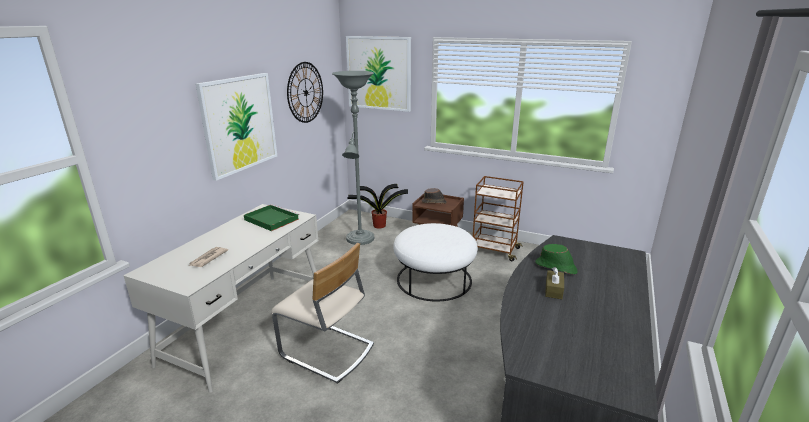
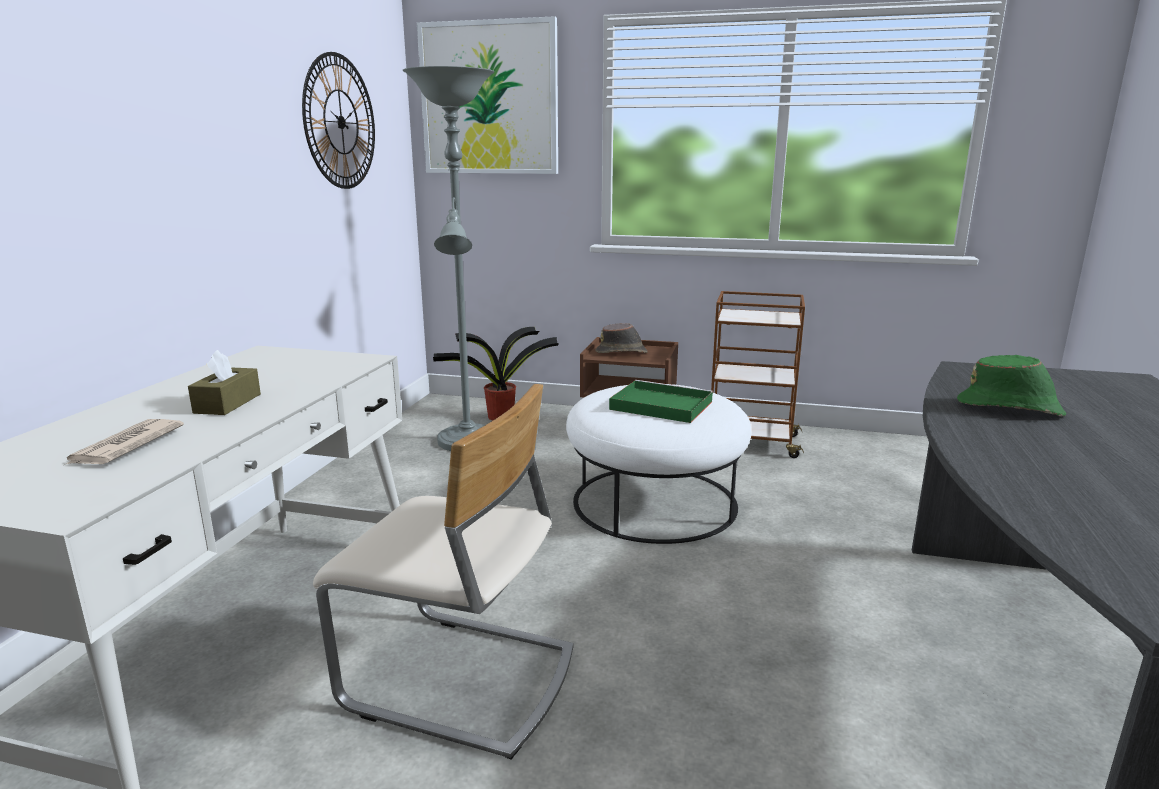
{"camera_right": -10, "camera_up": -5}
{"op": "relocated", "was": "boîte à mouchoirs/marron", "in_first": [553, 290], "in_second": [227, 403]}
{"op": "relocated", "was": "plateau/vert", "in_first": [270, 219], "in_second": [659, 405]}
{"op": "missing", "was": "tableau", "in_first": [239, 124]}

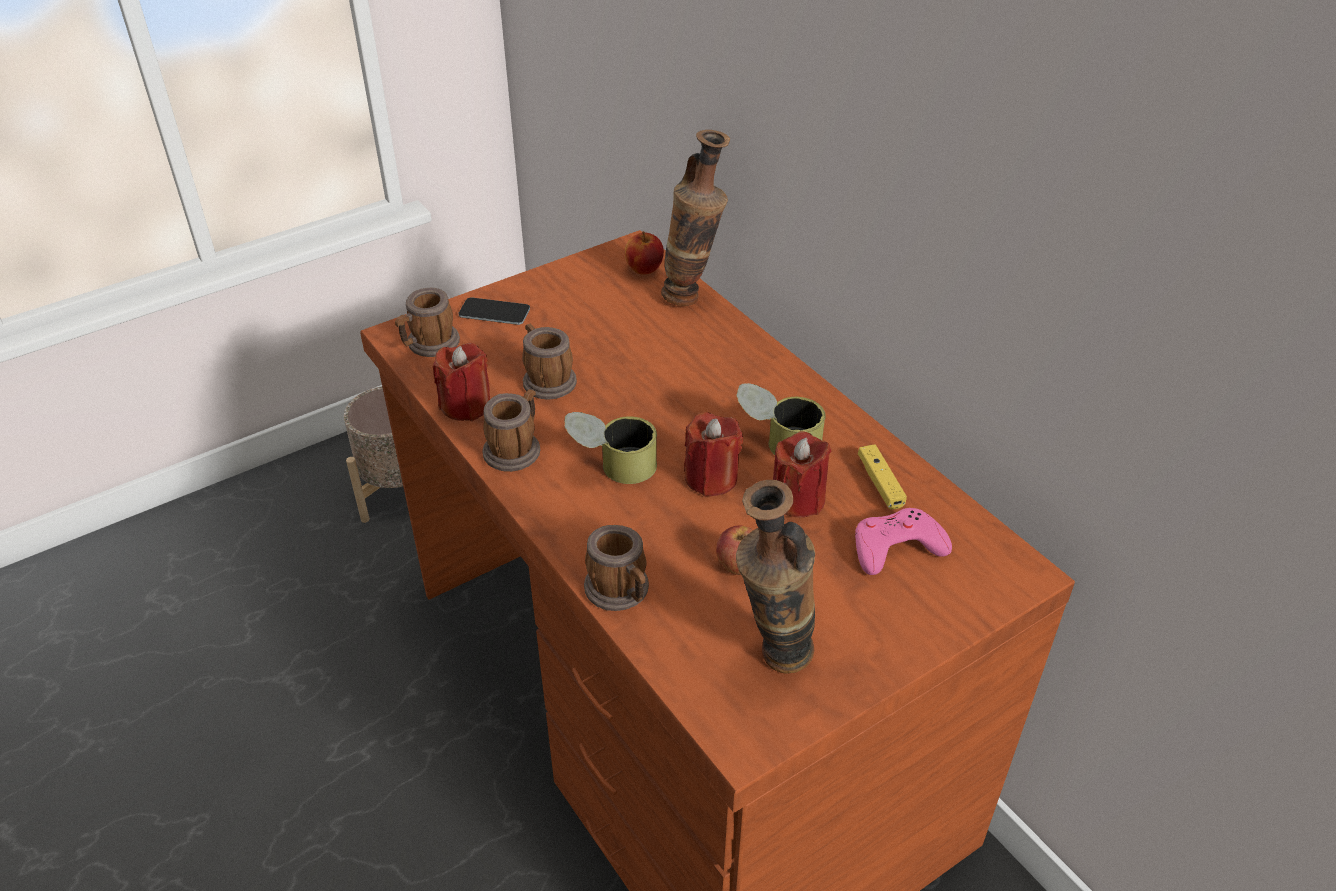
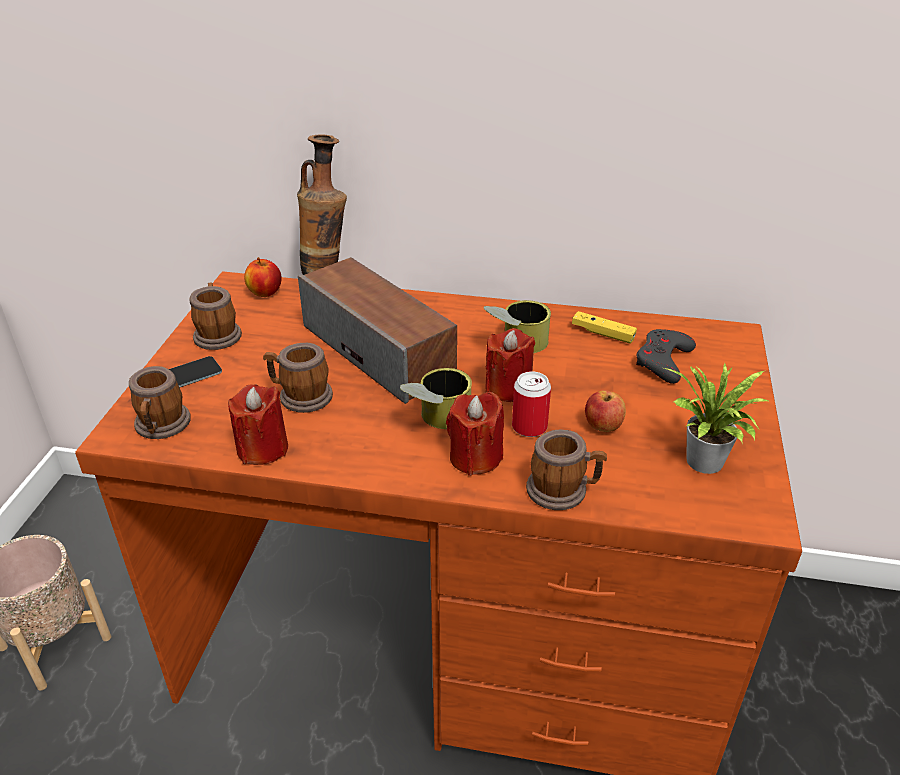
{"camera_right": -45, "camera_up": -5}
{"op": "relocated", "was": "mug", "in_first": [515, 448], "in_second": [217, 334]}
{"op": "appeared", "now": "enceinte", "in_second": [378, 350]}
{"op": "relocated", "was": "bougie/rouge", "in_first": [797, 499], "in_second": [475, 457]}
{"op": "appeared", "now": "boîte métallique", "in_second": [529, 427]}
{"op": "colour", "was": "manette/rose", "now": "manette/gris", "in_first": [896, 547], "in_second": [663, 361]}
{"op": "exchanged", "was": "vase", "now": "plante en pot", "in_first": [771, 661], "in_second": [704, 465]}

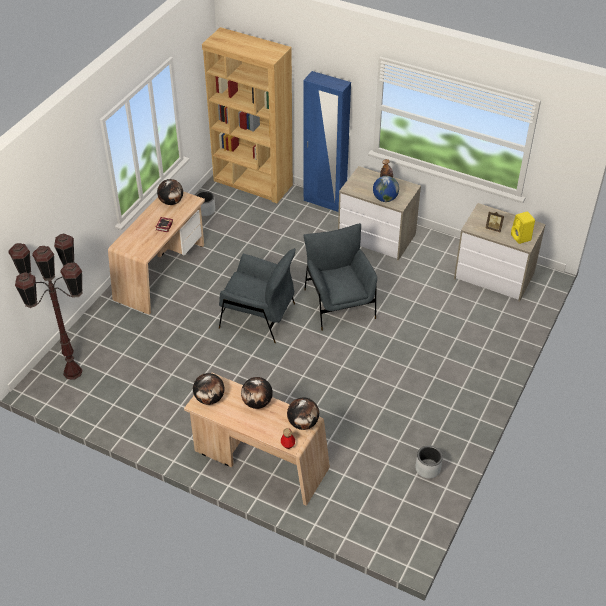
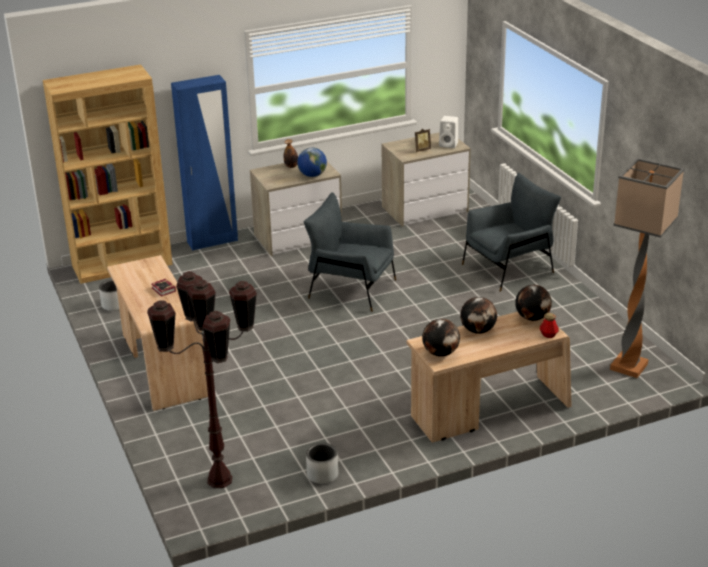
{"camera_right": -50, "camera_up": -15}
{"op": "relocated", "was": "cache-pot/gris", "in_first": [427, 468], "in_second": [322, 474]}
{"op": "colour", "was": "enceinte/jaune", "now": "enceinte/blanc", "in_first": [521, 238], "in_second": [449, 144]}
{"op": "relocated", "was": "fauteuil/gris", "in_first": [258, 316], "in_second": [508, 268]}
{"op": "appeared", "now": "lampadaire", "in_second": [627, 367]}
{"op": "missing", "was": "globe", "in_first": [171, 202]}

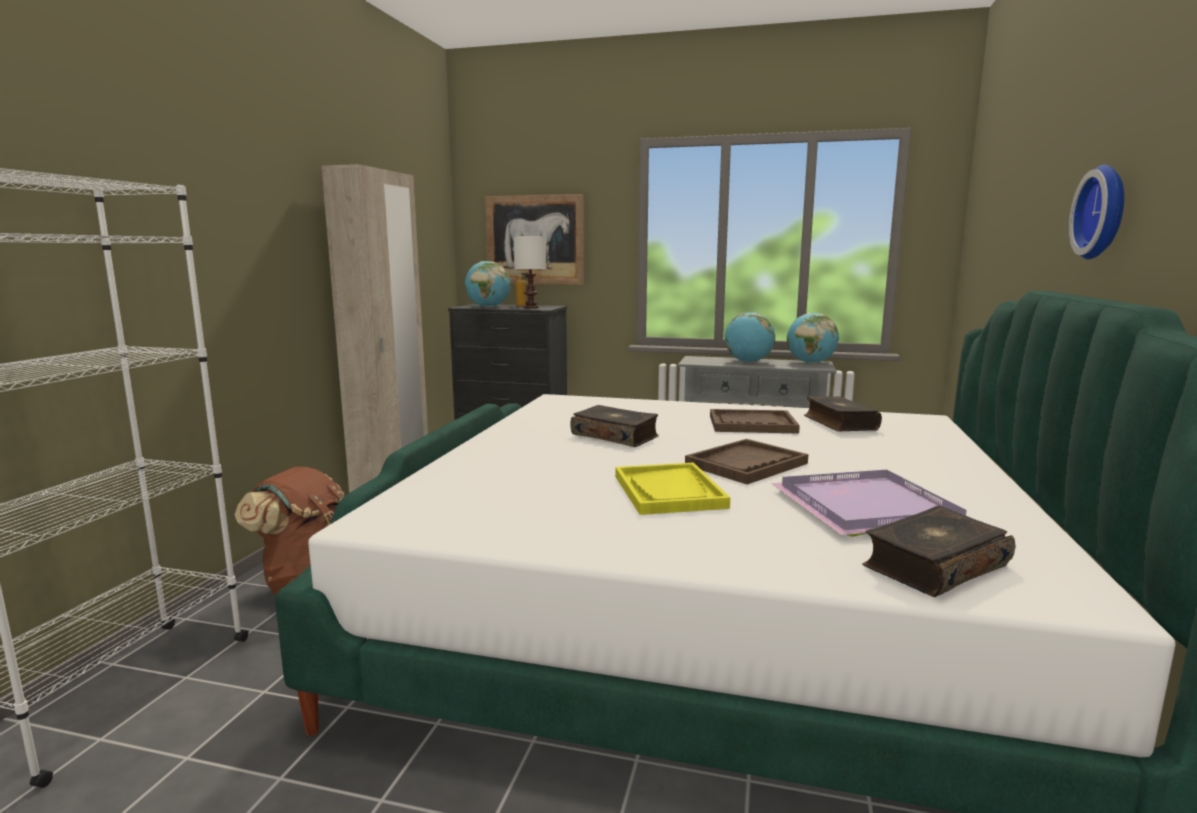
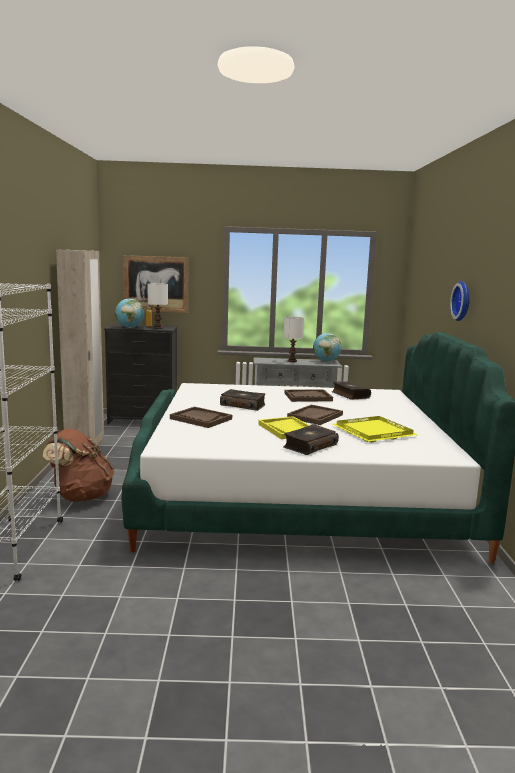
{"camera_right": -15, "camera_up": 0}
{"op": "appeared", "now": "plateau/marron", "in_second": [200, 419]}
{"op": "exchanged", "was": "globe", "now": "lampe de table/blanc", "in_first": [748, 362], "in_second": [292, 361]}
{"op": "relocated", "was": "livre", "in_first": [933, 566], "in_second": [309, 446]}
{"op": "colour", "was": "plateau/violet", "now": "plateau/jaune", "in_first": [867, 506], "in_second": [374, 431]}

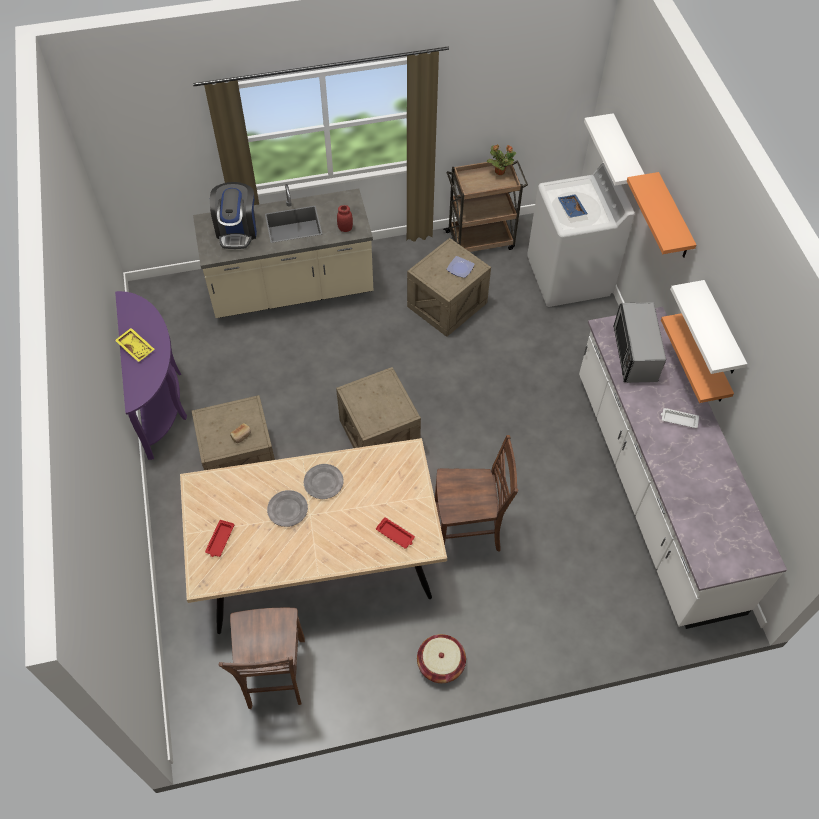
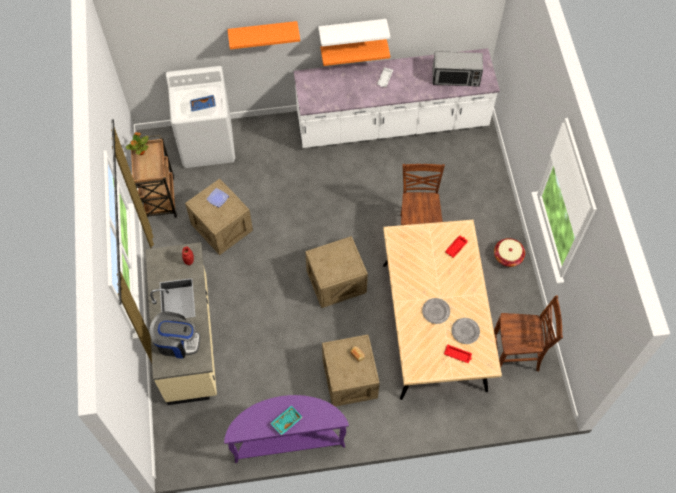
{"camera_right": -85, "camera_up": 5}
{"op": "colour", "was": "plateau/jaune", "now": "plateau/turquoise", "in_first": [136, 347], "in_second": [286, 421]}
{"op": "relocated", "was": "micro-ondes", "in_first": [634, 354], "in_second": [456, 77]}
{"op": "relocated", "was": "assiette/gris", "in_first": [323, 483], "in_second": [465, 331]}
{"op": "missing", "was": "étagère/blanc", "in_first": [626, 155]}

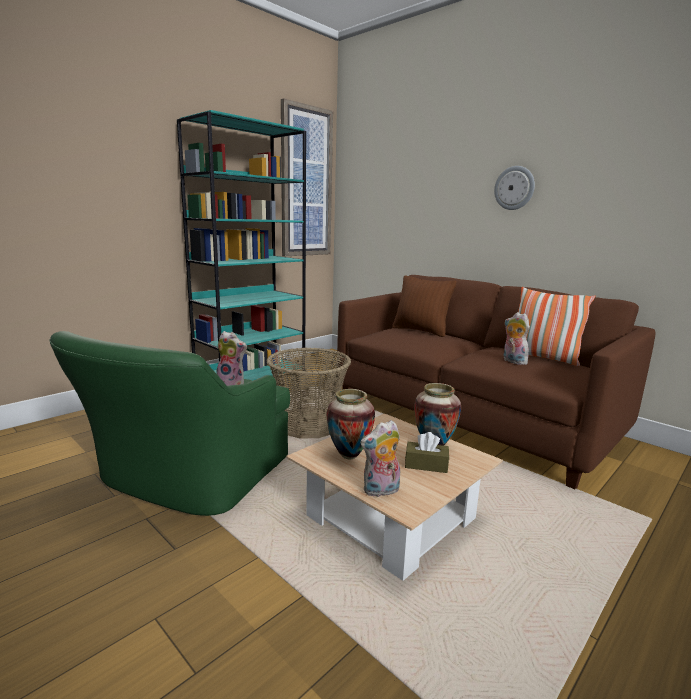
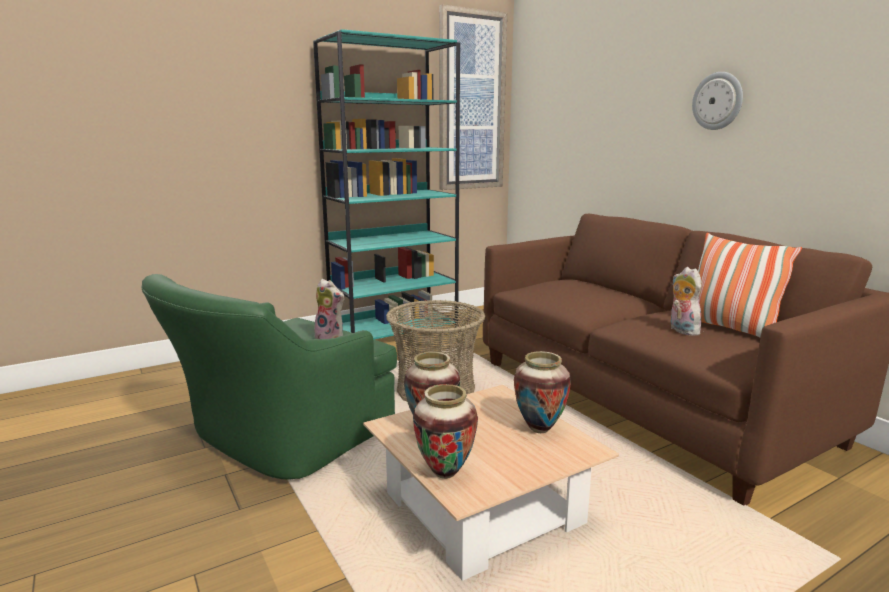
{"camera_right": 15, "camera_up": 0}
{"op": "exchanged", "was": "peluche", "now": "vase", "in_first": [381, 491], "in_second": [445, 473]}
{"op": "missing", "was": "coussin/marron", "in_first": [421, 331]}
{"op": "missing", "was": "boîte à mouchoirs/marron", "in_first": [426, 465]}

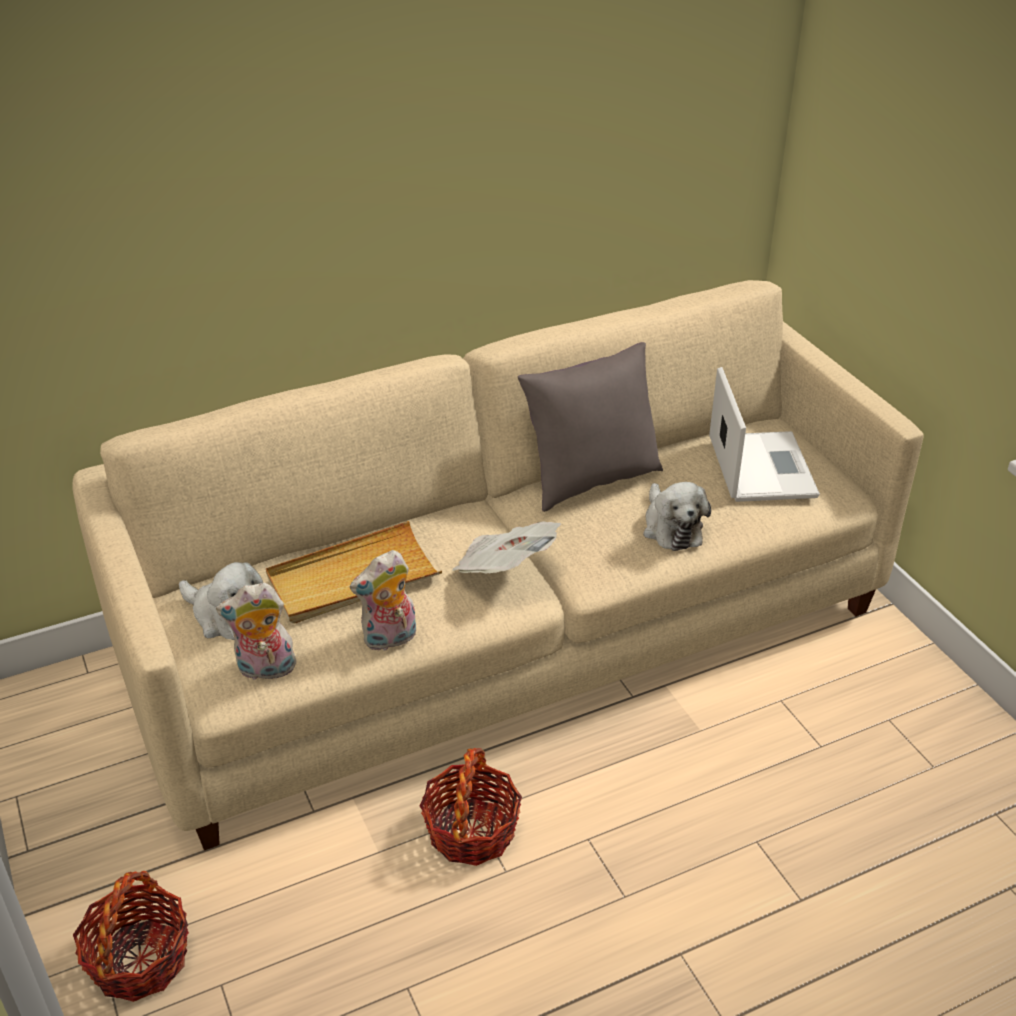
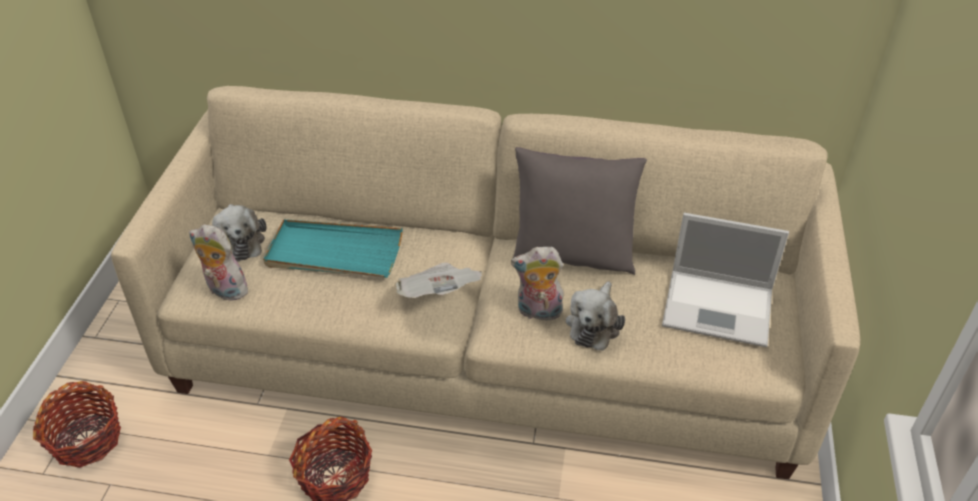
{"camera_right": 35, "camera_up": 5}
{"op": "colour", "was": "plateau/beige", "now": "plateau/turquoise", "in_first": [353, 578], "in_second": [334, 253]}
{"op": "relocated", "was": "peluche", "in_first": [389, 639], "in_second": [538, 312]}
{"op": "spun", "was": "ordinateur portable", "in_first": [760, 466], "in_second": [720, 308], "clockwise": 75}

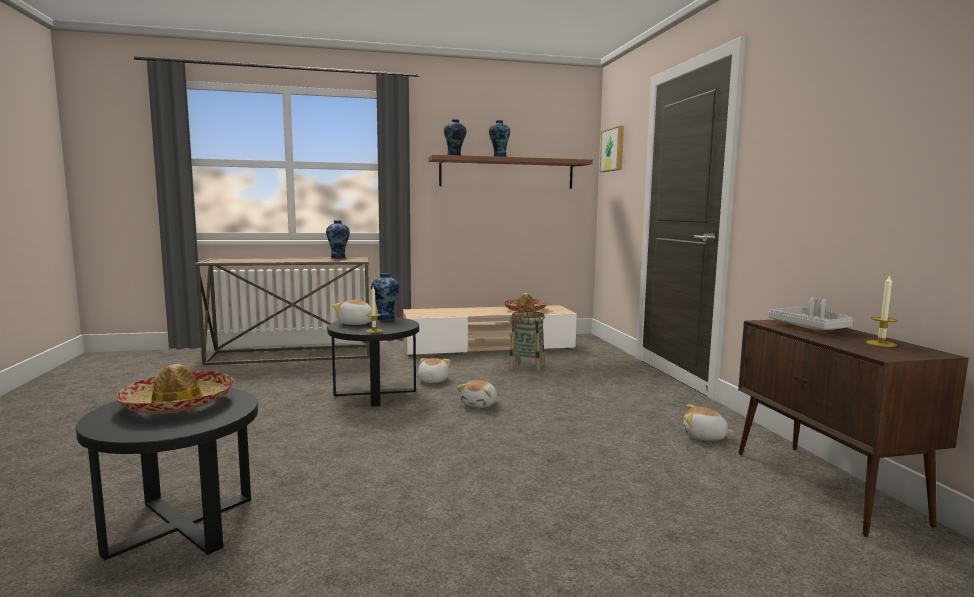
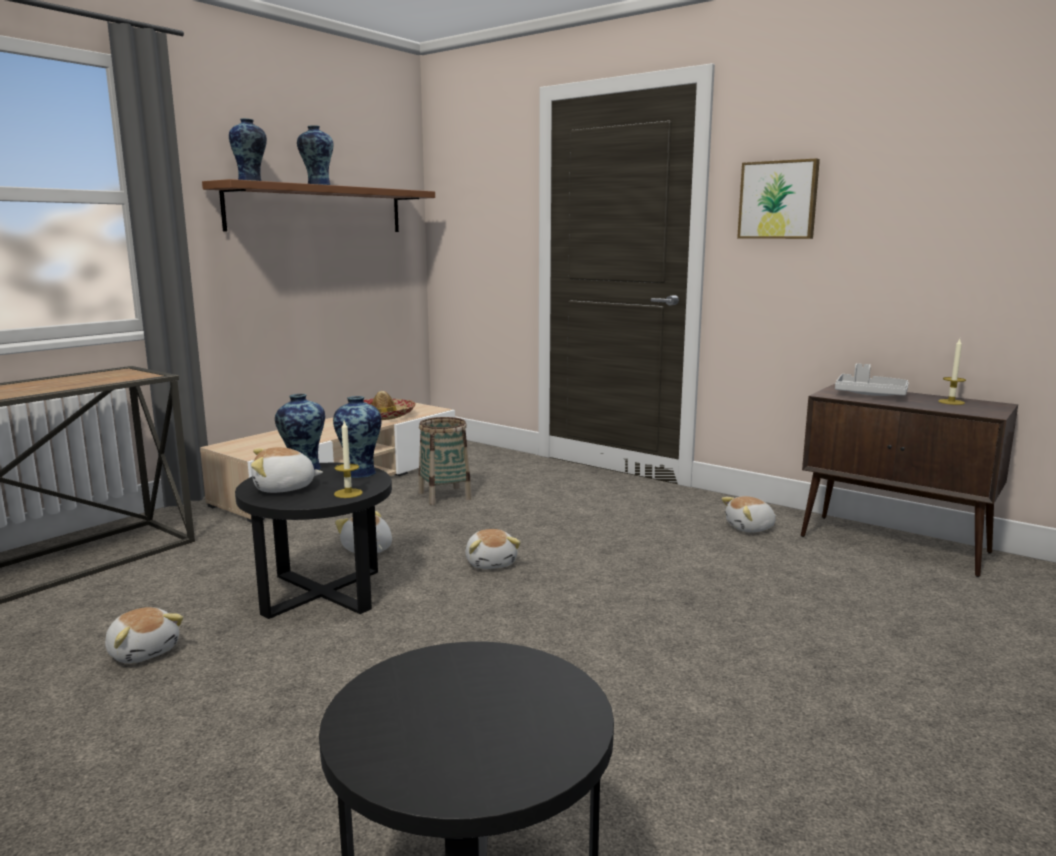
{"camera_right": -40, "camera_up": 5}
{"op": "appeared", "now": "peluche", "in_second": [144, 651]}
{"op": "relocated", "was": "vase", "in_first": [338, 258], "in_second": [360, 473]}
{"op": "relocated", "was": "tableau", "in_first": [613, 150], "in_second": [778, 200]}
{"op": "missing", "was": "chapeau", "in_first": [178, 403]}

